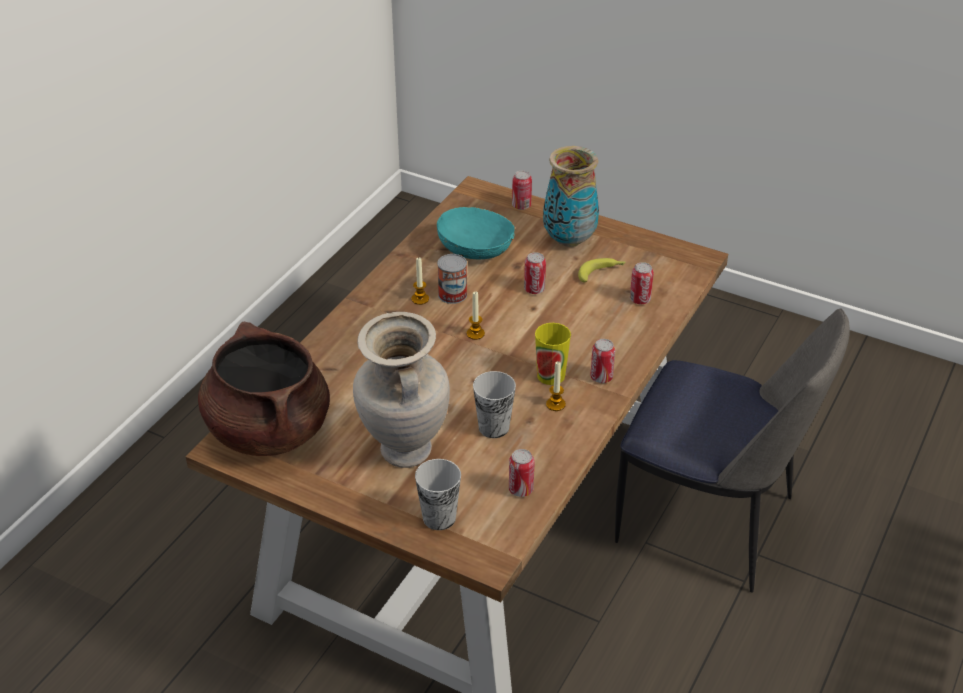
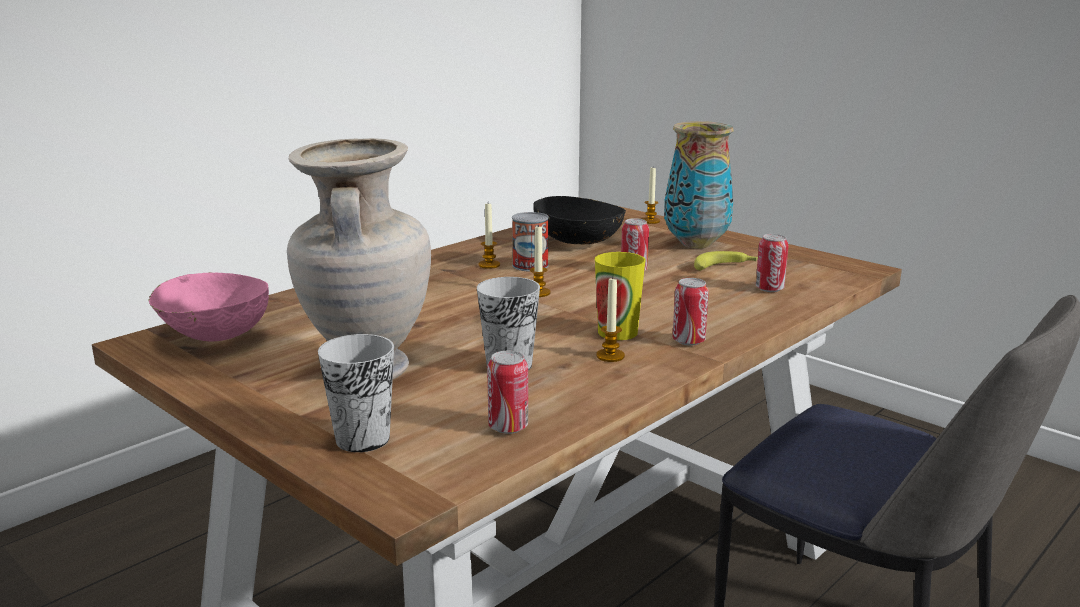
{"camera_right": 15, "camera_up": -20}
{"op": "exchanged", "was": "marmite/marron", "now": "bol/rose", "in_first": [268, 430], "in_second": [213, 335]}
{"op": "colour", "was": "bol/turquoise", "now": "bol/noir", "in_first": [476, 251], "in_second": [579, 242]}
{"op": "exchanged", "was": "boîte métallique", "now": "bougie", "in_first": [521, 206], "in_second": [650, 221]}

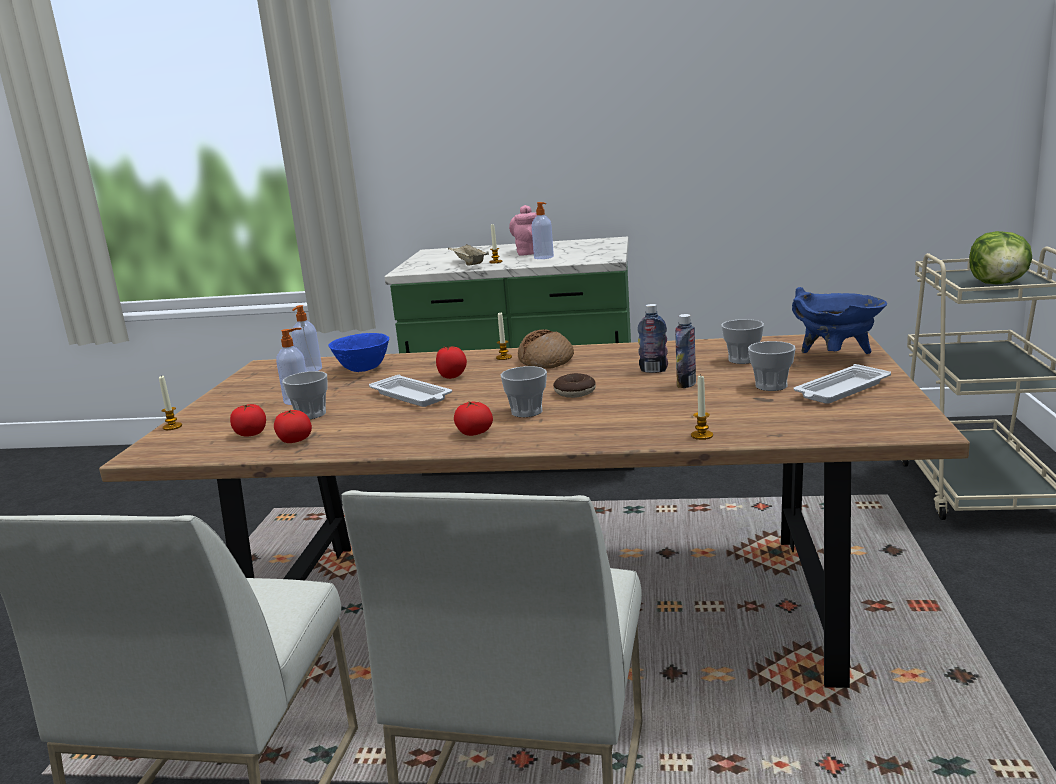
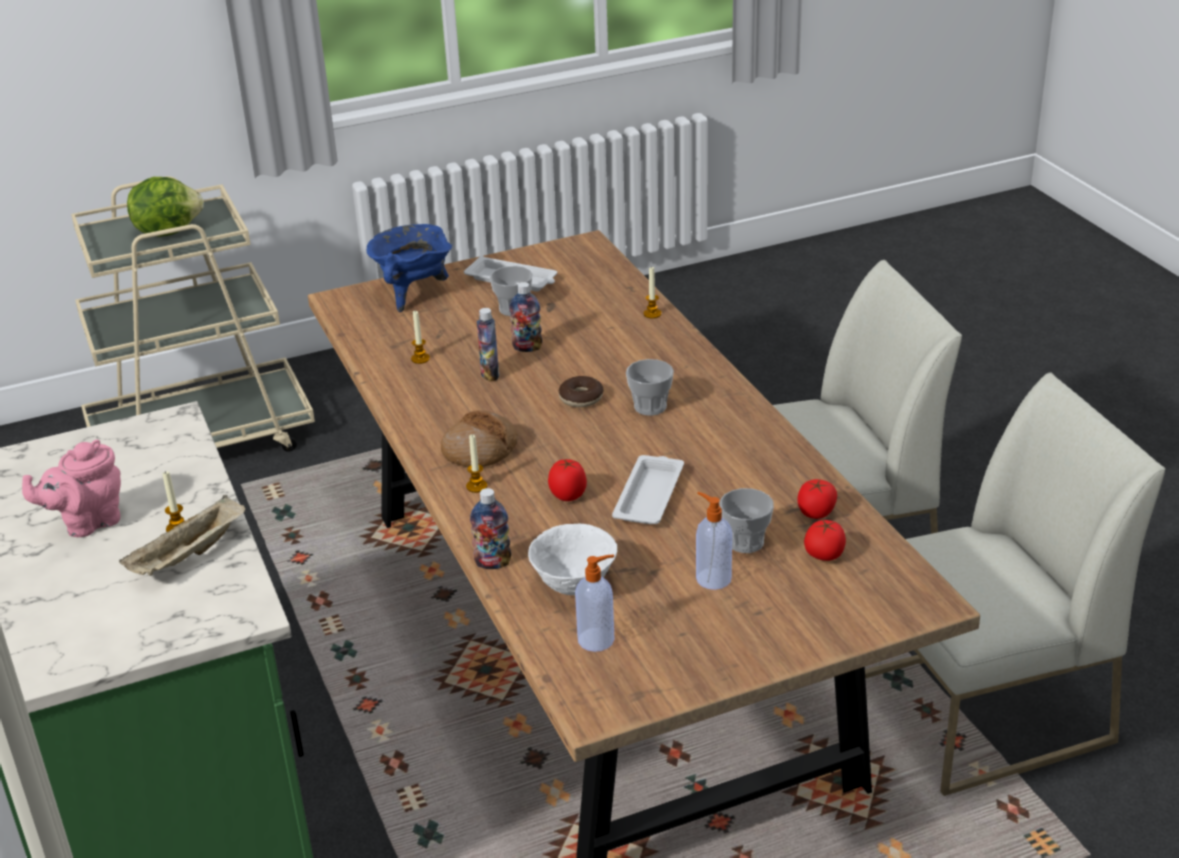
{"camera_right": -120, "camera_up": 15}
{"op": "relocated", "was": "bougie", "in_first": [172, 427], "in_second": [420, 359]}
{"op": "appeared", "now": "bouteille", "in_second": [493, 563]}
{"op": "colour", "was": "bol/bleu", "now": "bol/blanc", "in_first": [363, 370], "in_second": [575, 584]}
{"op": "missing", "was": "tomate", "in_first": [474, 433]}
{"op": "missing", "was": "distributeur de savon", "in_first": [544, 257]}
{"op": "missing", "was": "tasse", "in_first": [742, 359]}

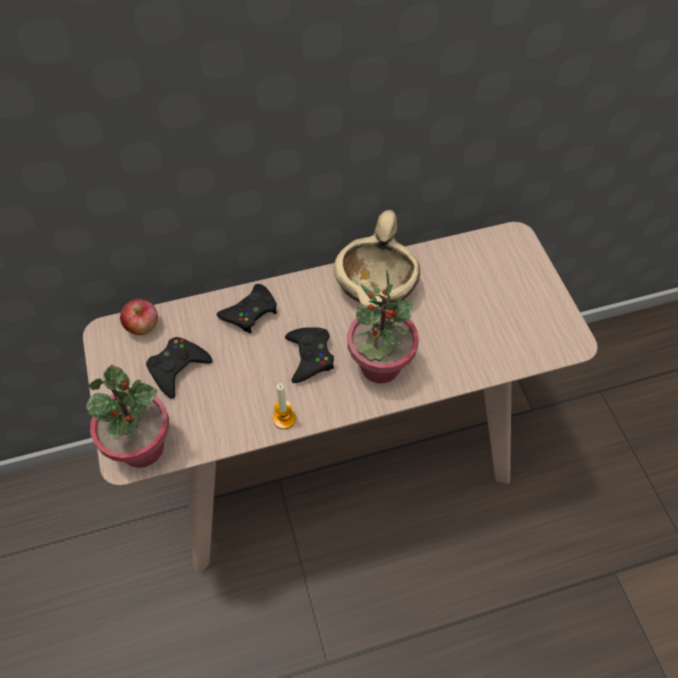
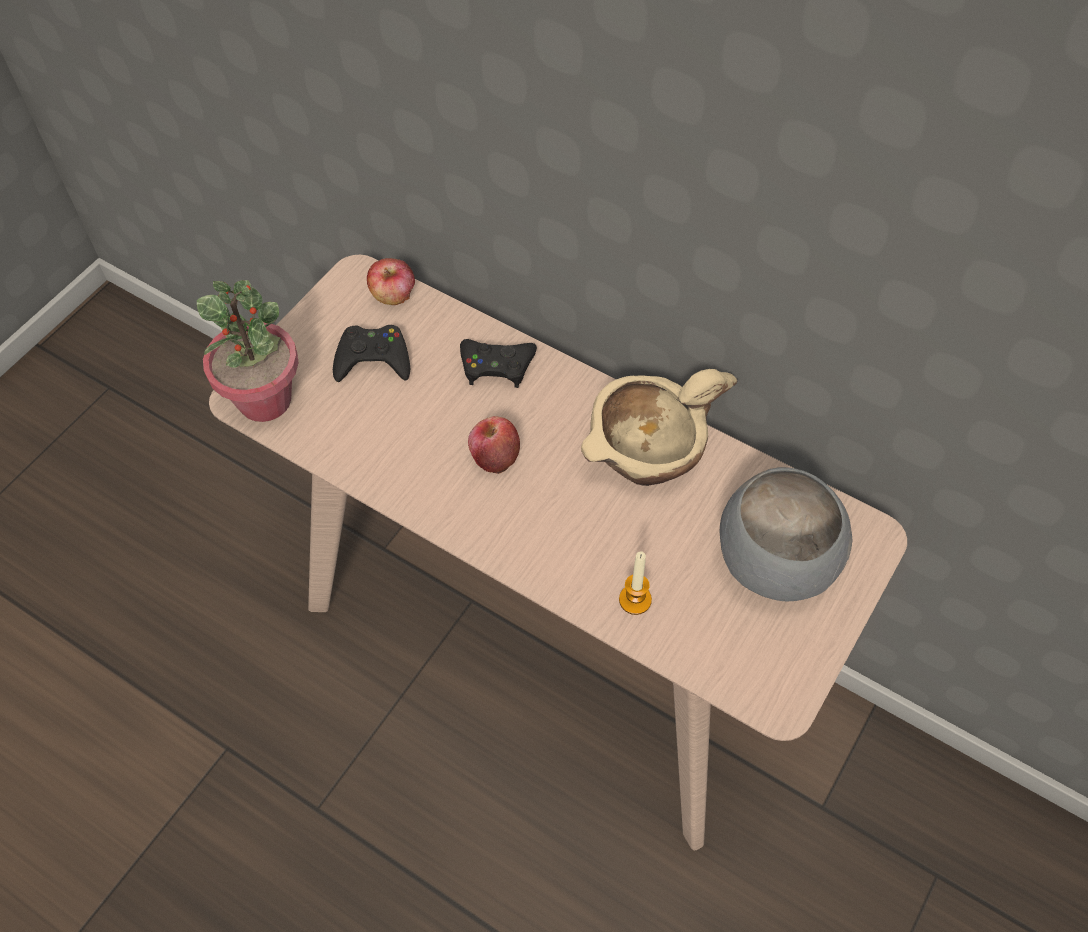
{"camera_right": 50, "camera_up": 0}
{"op": "exchanged", "was": "manette/noir", "now": "pomme", "in_first": [310, 356], "in_second": [494, 456]}
{"op": "relocated", "was": "bougie", "in_first": [284, 418], "in_second": [635, 600]}
{"op": "appeared", "now": "bol/gris", "in_second": [776, 561]}
{"op": "missing", "was": "plante en pot", "in_first": [380, 366]}

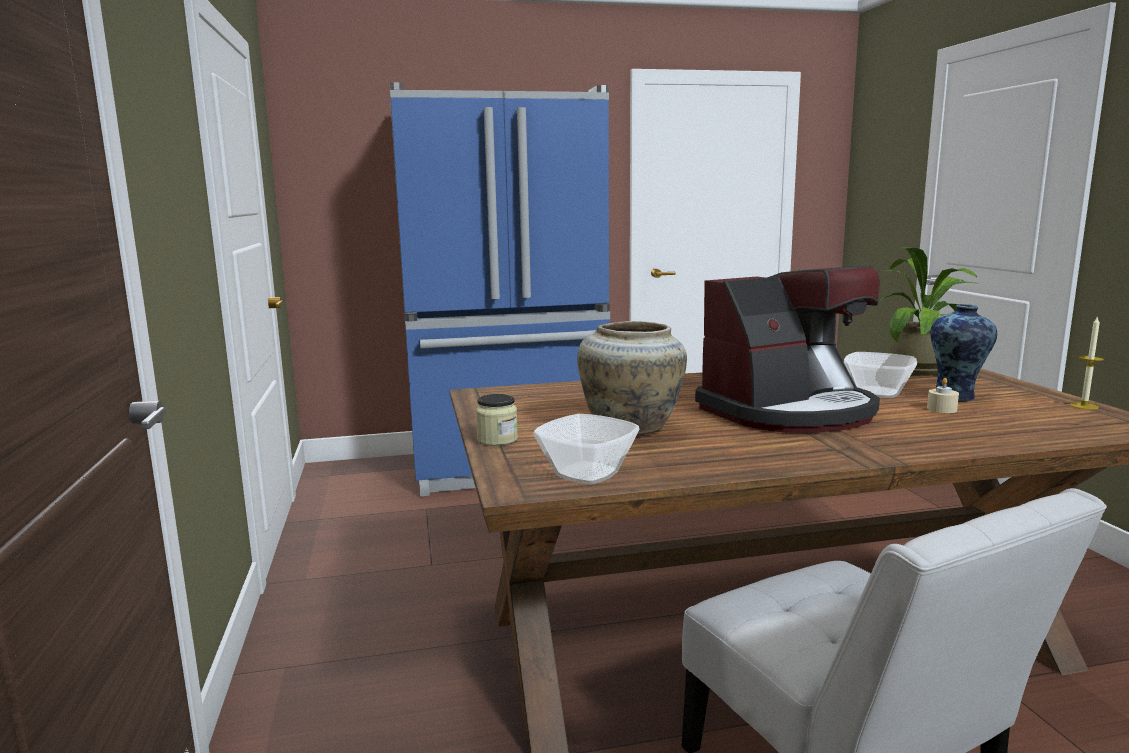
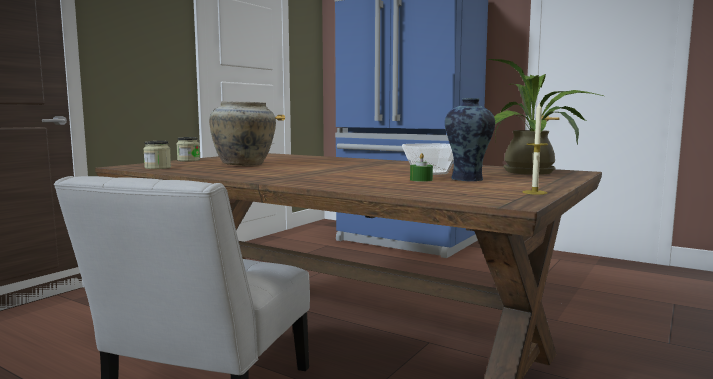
{"camera_right": 45, "camera_up": -5}
{"op": "exchanged", "was": "bol", "now": "bocal", "in_first": [588, 473], "in_second": [158, 168]}
{"op": "colour", "was": "bougie/beige", "now": "bougie/vert", "in_first": [941, 409], "in_second": [421, 180]}
{"op": "missing", "was": "machine à café", "in_first": [789, 412]}

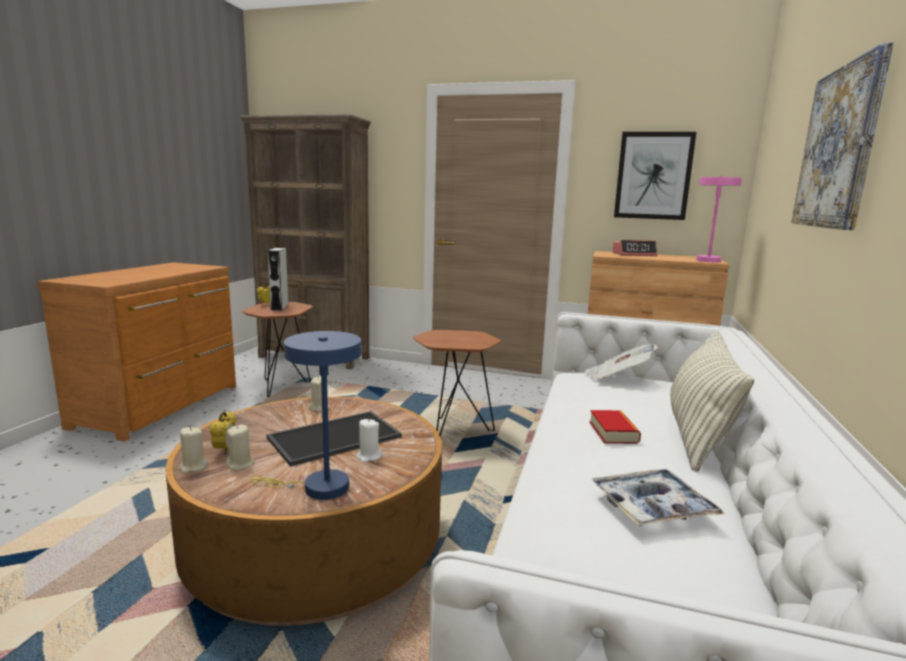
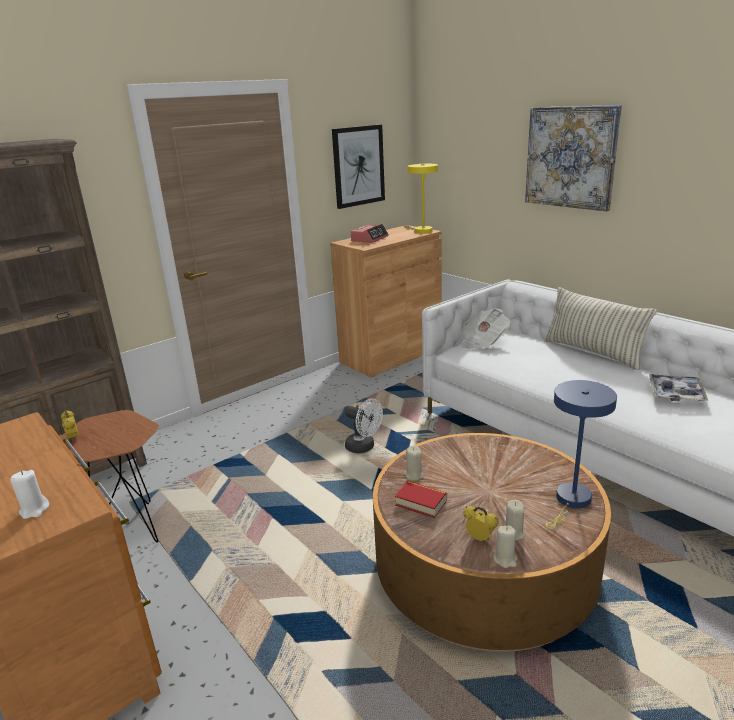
{"camera_right": -55, "camera_up": 10}
{"op": "relocated", "was": "bougie/blanc", "in_first": [368, 456], "in_second": [34, 510]}
{"op": "exchanged", "was": "table d'appoint/marron", "now": "ventilateur/blanc", "in_first": [453, 430], "in_second": [364, 447]}
{"op": "relocated", "was": "livre", "in_first": [613, 432], "in_second": [421, 503]}
{"op": "colour", "was": "lampe de table/rose", "now": "lampe de table/jaune", "in_first": [707, 260], "in_second": [420, 231]}
{"op": "missing", "was": "plateau", "in_first": [334, 438]}
{"op": "missing", "was": "enceinte/gris", "in_first": [279, 307]}

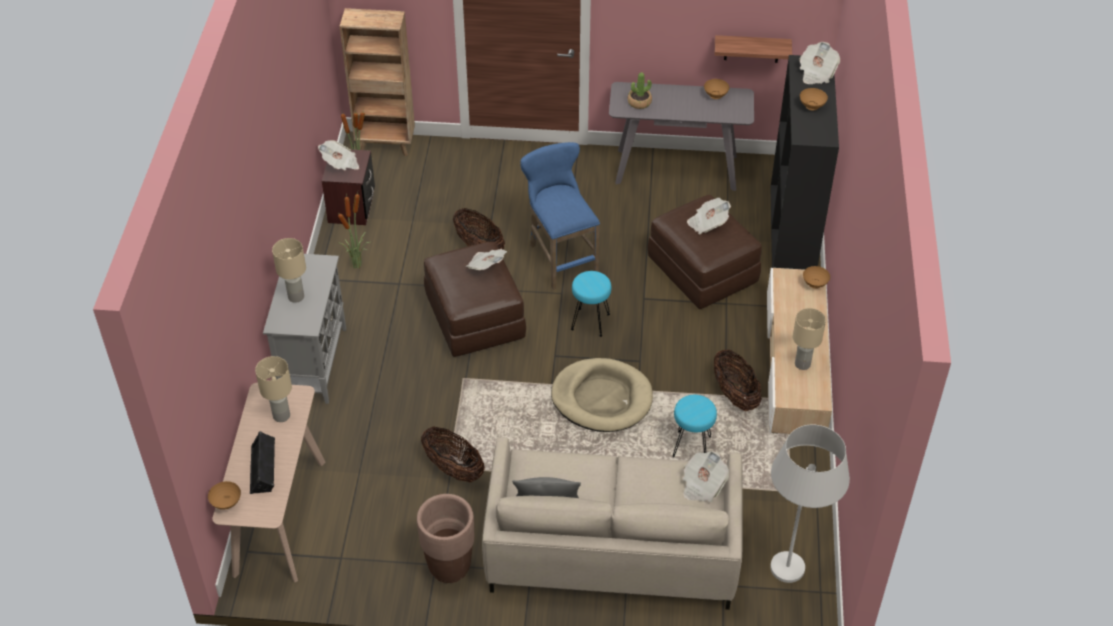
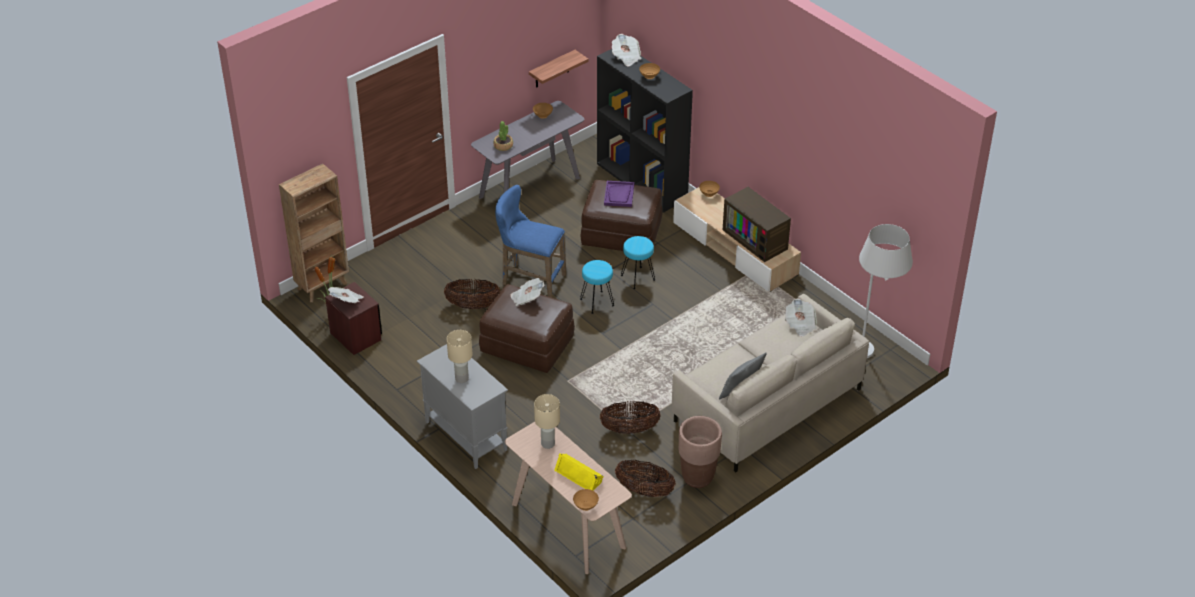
{"camera_right": -45, "camera_up": -5}
{"op": "colour", "was": "enceinte/noir", "now": "enceinte/jaune", "in_first": [264, 468], "in_second": [579, 475]}
{"op": "exchanged", "was": "journal", "now": "plateau/violet", "in_first": [707, 223], "in_second": [619, 195]}
{"op": "relocated", "was": "panier", "in_first": [735, 395], "in_second": [644, 490]}
{"op": "relocated", "was": "tabouret/turquoise", "in_first": [691, 447], "in_second": [638, 278]}
{"op": "exchanged", "was": "lampe de table/beige", "now": "téléviseur", "in_first": [802, 364], "in_second": [757, 239]}
{"op": "missing", "was": "plante en pot", "in_first": [357, 265]}
{"op": "missing", "was": "panier pour chien/beige", "in_first": [602, 398]}

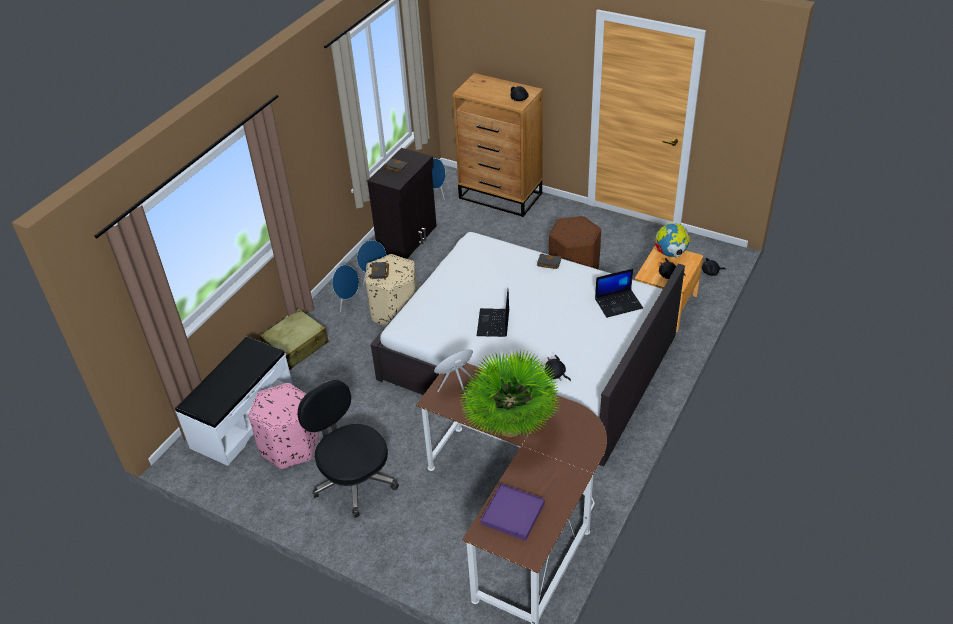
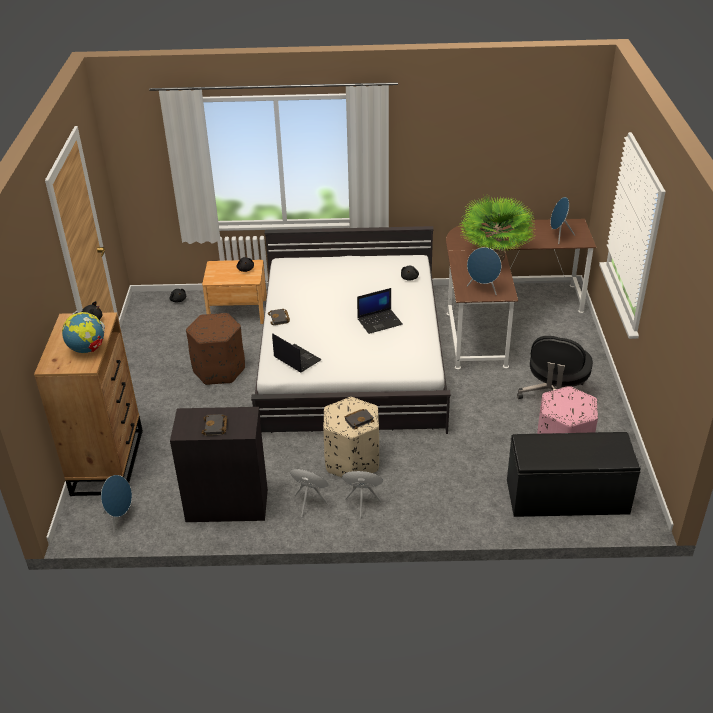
{"camera_right": -120, "camera_up": -5}
{"op": "relocated", "was": "globe", "in_first": [670, 254], "in_second": [87, 349]}
{"op": "relocated", "was": "ordinateur portable", "in_first": [619, 303], "in_second": [296, 359]}
{"op": "colour", "was": "banc/blanc", "now": "banc/noir", "in_first": [242, 419], "in_second": [567, 497]}
{"op": "exchanged", "was": "plateau/violet", "now": "enceinte/bleu", "in_first": [512, 513], "in_second": [558, 236]}
{"op": "missing", "was": "valise/beige", "in_first": [296, 346]}

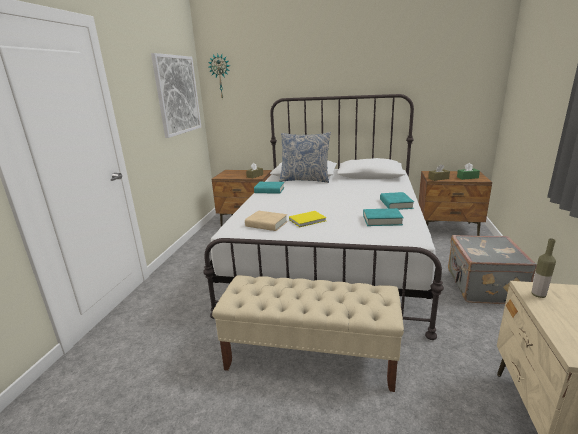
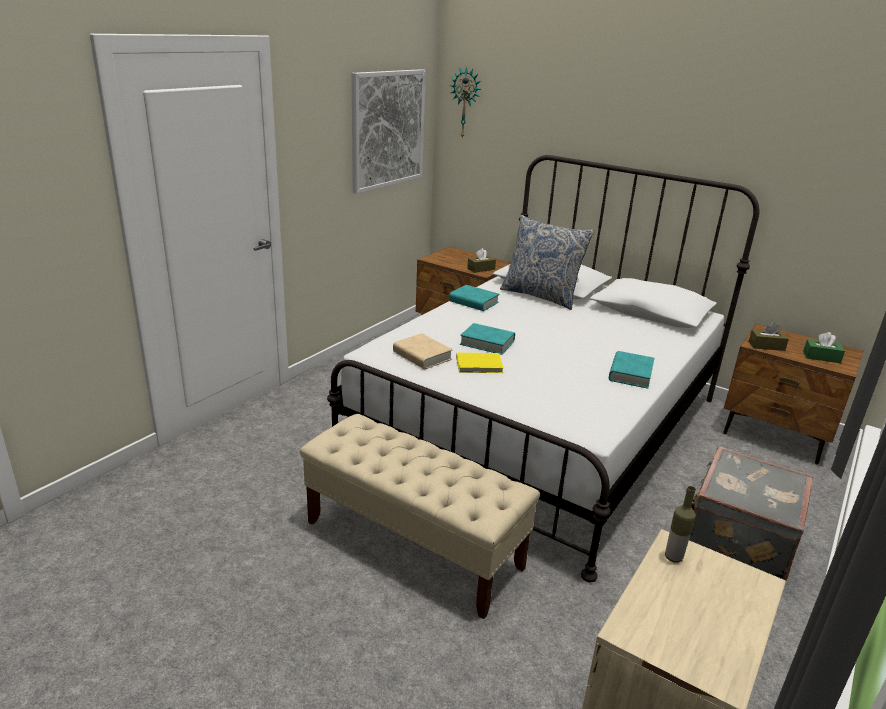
{"camera_right": 20, "camera_up": 5}
{"op": "relocated", "was": "livre/turquoise", "in_first": [382, 220], "in_second": [487, 343]}

